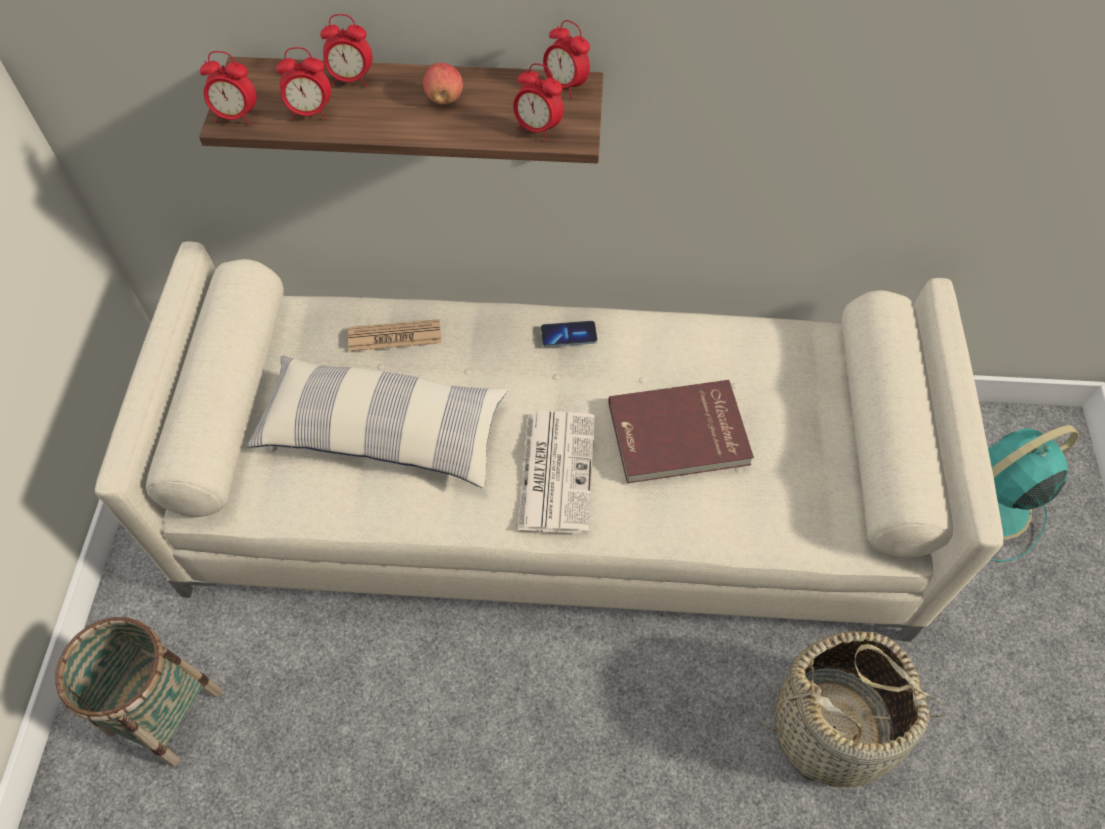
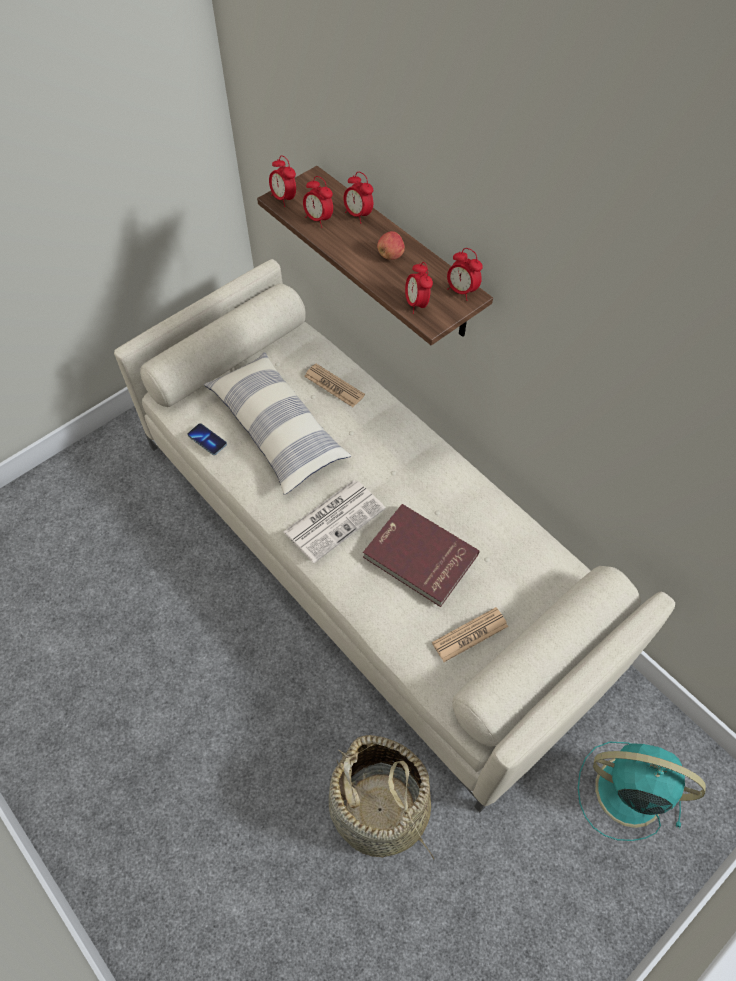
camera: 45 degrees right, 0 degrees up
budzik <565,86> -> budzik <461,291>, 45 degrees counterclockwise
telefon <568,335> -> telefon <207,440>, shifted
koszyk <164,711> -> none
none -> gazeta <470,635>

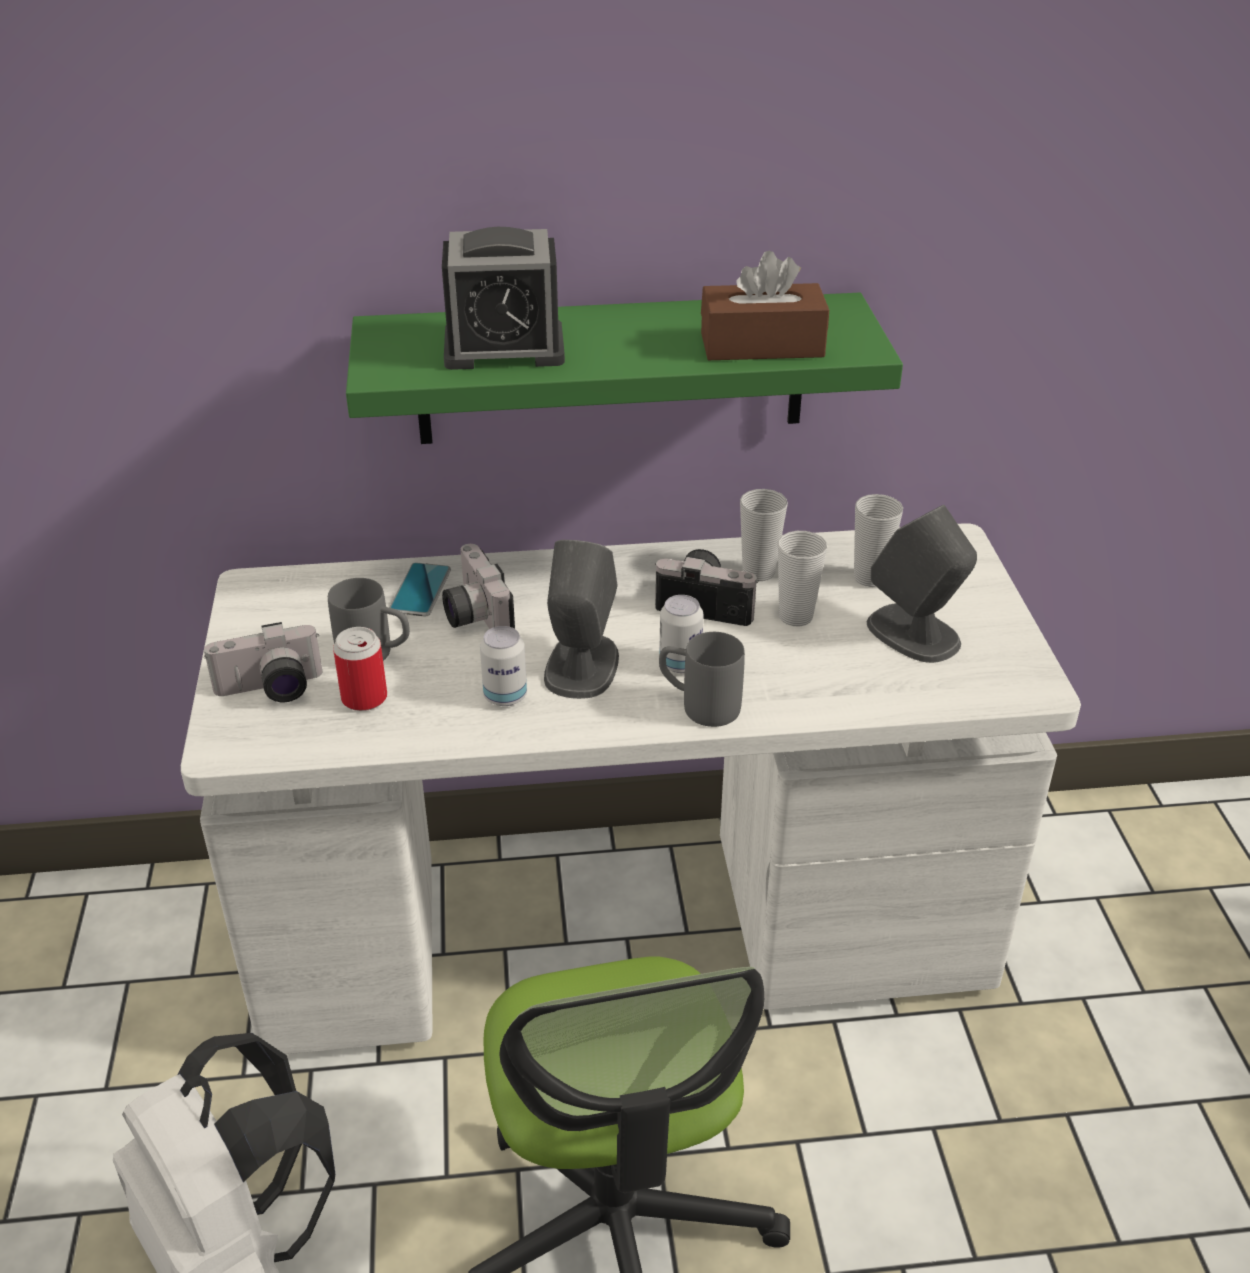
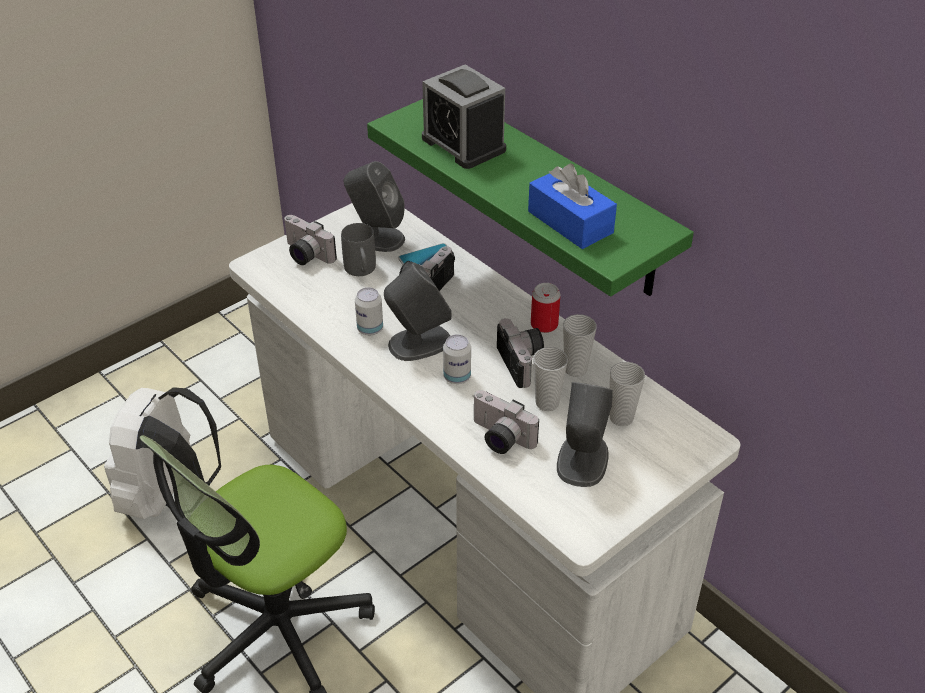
camera: 55 degrees right, 5 degrees up
pudełko chusteczek/brązowy <762,345> -> pudełko chusteczek/niebieski <570,222>
puszka <364,698> -> puszka <544,325>, shifted
kubek/szary <698,705> -> none
none -> głośnik/szary <375,237>
none -> aparat fotograficzny <499,438>

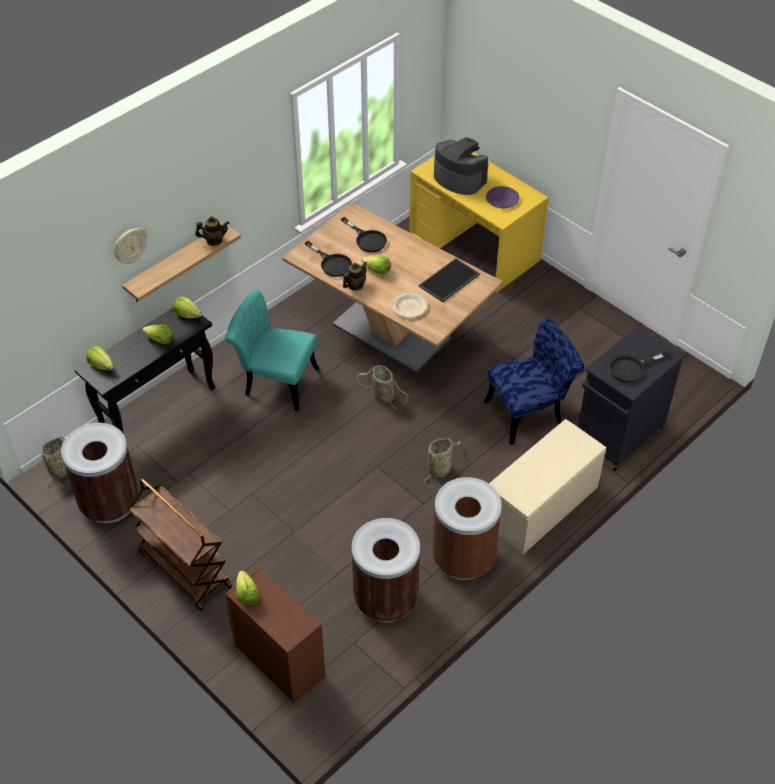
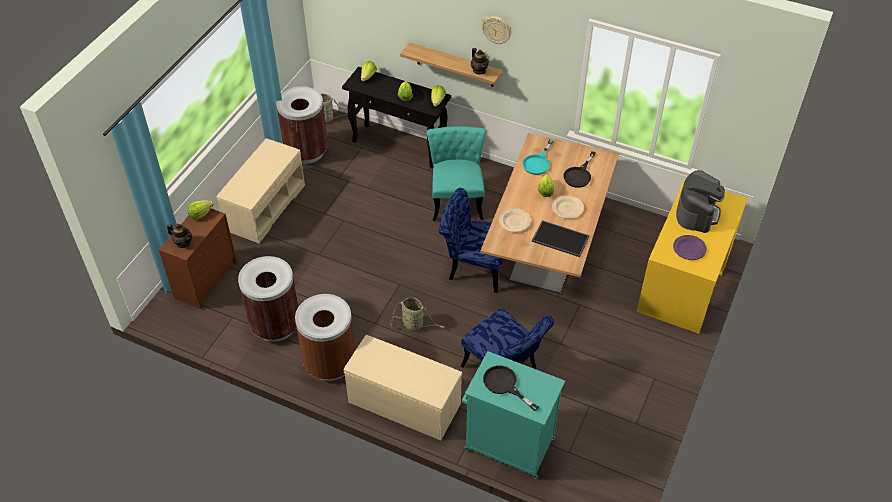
camera: 70 degrees right, 0 degrees up
zegar ścienny <130,245> -> zegar ścienny <497,29>, shifted
patelnia/czarny <332,263> -> patelnia/turkusowy <538,162>
imbryk <355,285> -> imbryk <183,243>, shifted
szafka/czarny <618,436> -> szafka/turkusowy <508,444>
koszyk <382,396> -> krzesło/niebieski <473,266>
wózek/brązowy <184,569> -> ławka/beżowy <265,206>
none -> talerz/beżowy <567,208>

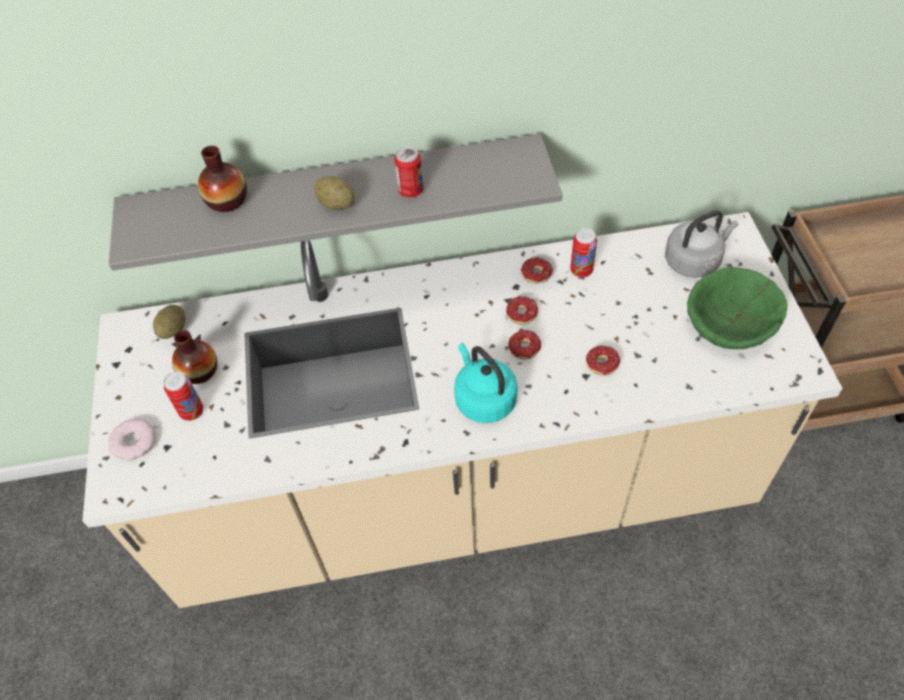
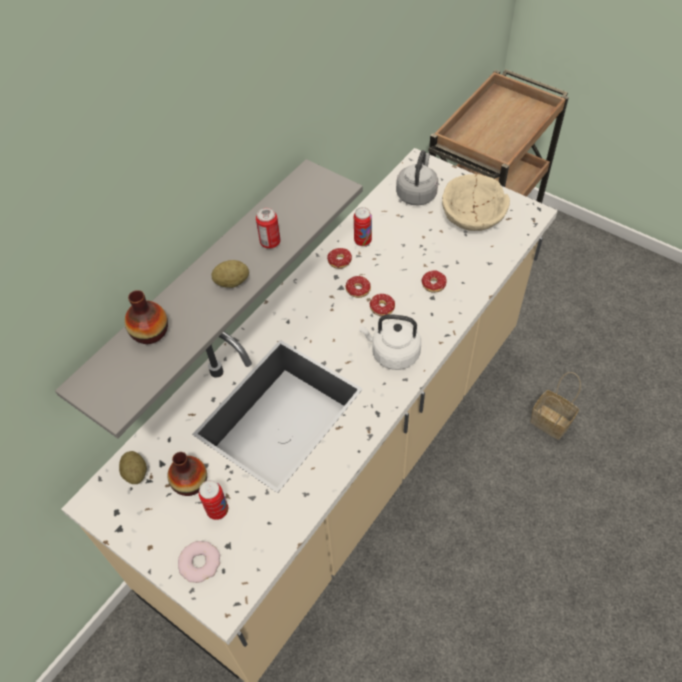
camera: 45 degrees left, 0 degrees up
miska/zielony <729,324> -> miska/beżowy <472,215>
czajnik/turkusowy <483,399> -> czajnik/biały <392,353>
none -> koszyk <552,422>

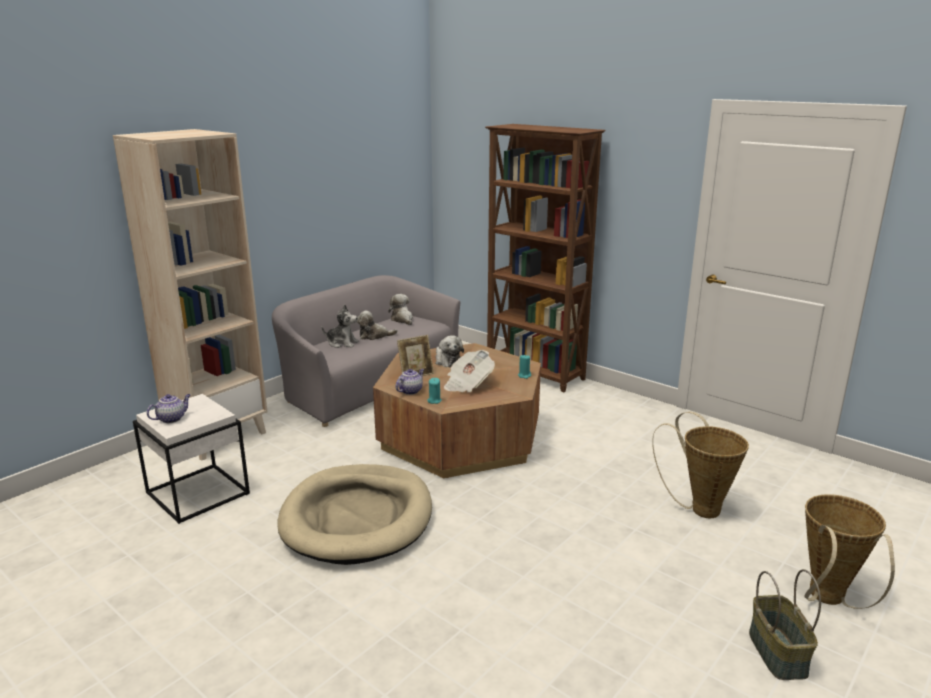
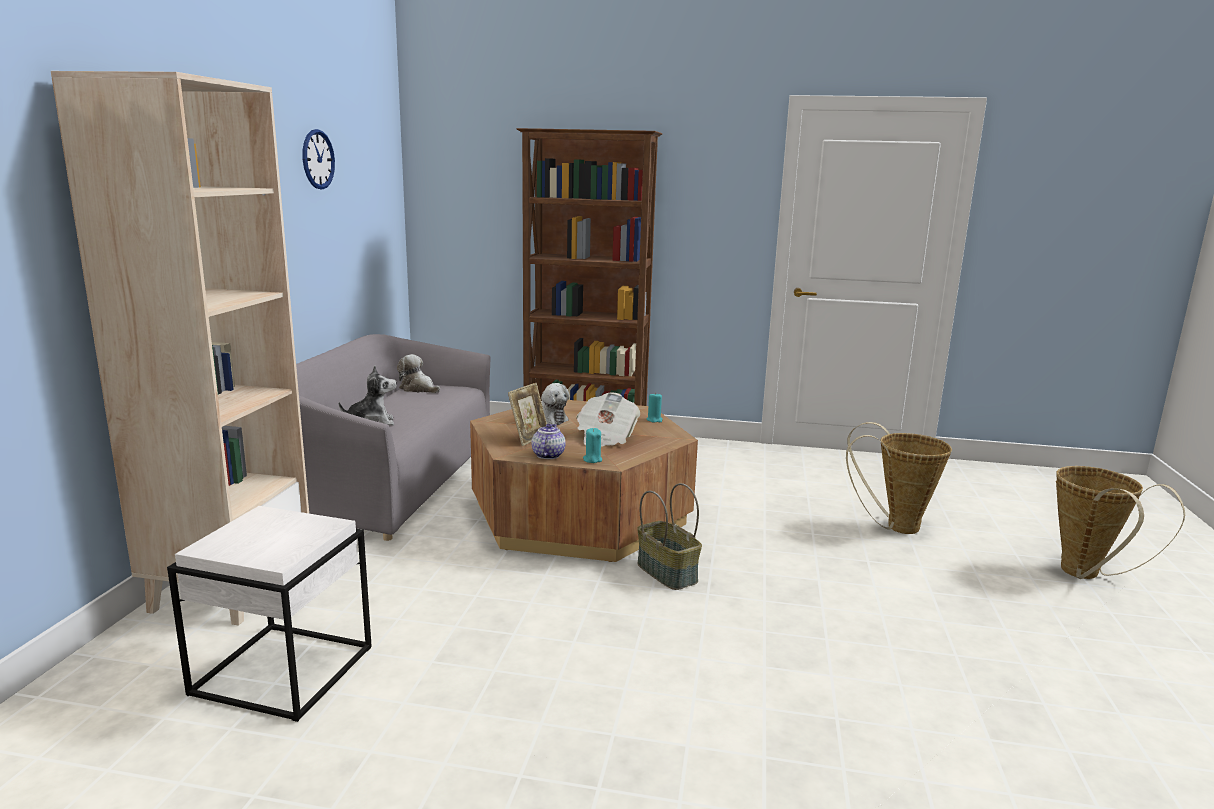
camera: 30 degrees left, 5 degrees down
pluszak <374,336> -> none
imbryk <172,418> -> none
legowisko/beżowy <357,518> -> none
koszyk <778,653> -> koszyk <668,572>, shifted
none -> zegar ścienny <318,159>

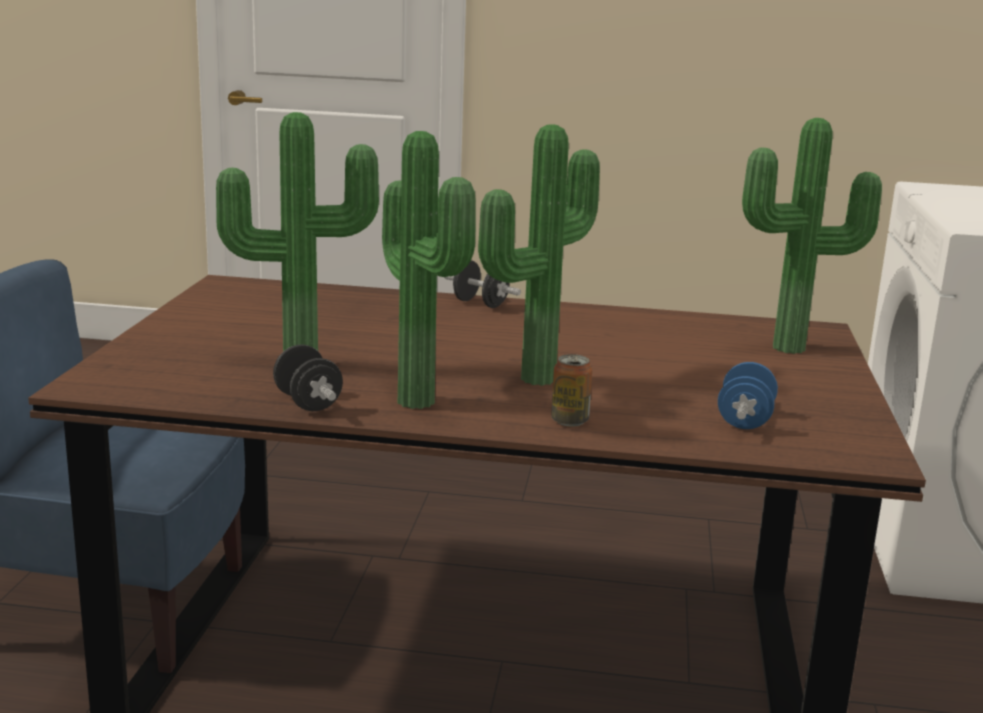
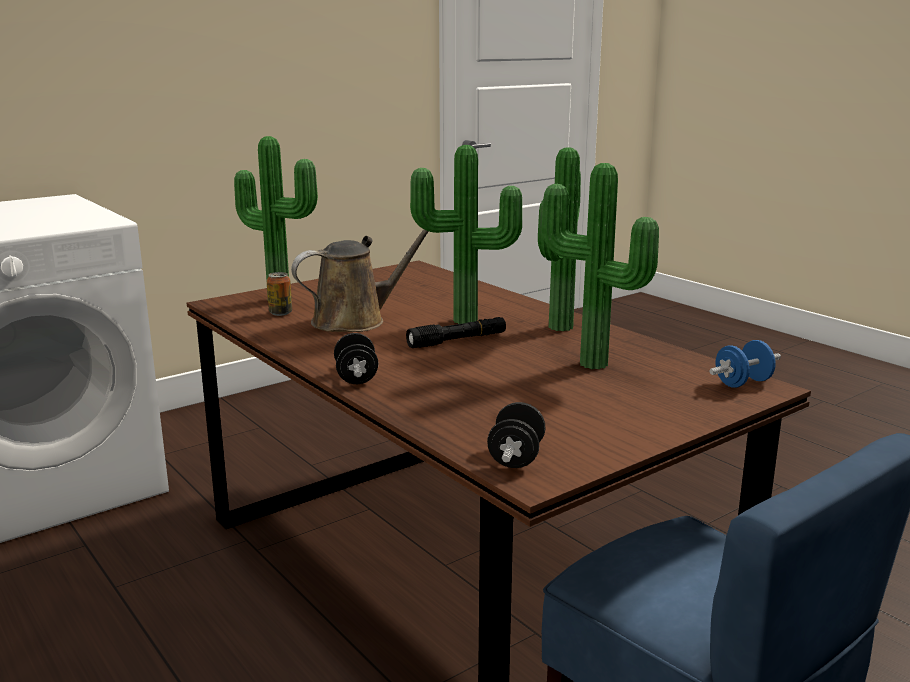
camera: 135 degrees left, 0 degrees up
hantel/czarny <308,403> -> hantel/czarny <516,457>, shifted
puszka <569,421> -> puszka <280,313>, shifted
hantel/niebieski <744,420> -> hantel/niebieski <742,383>, shifted
none -> konewka/brązowy <355,320>
none -> latarka/czarny <457,341>

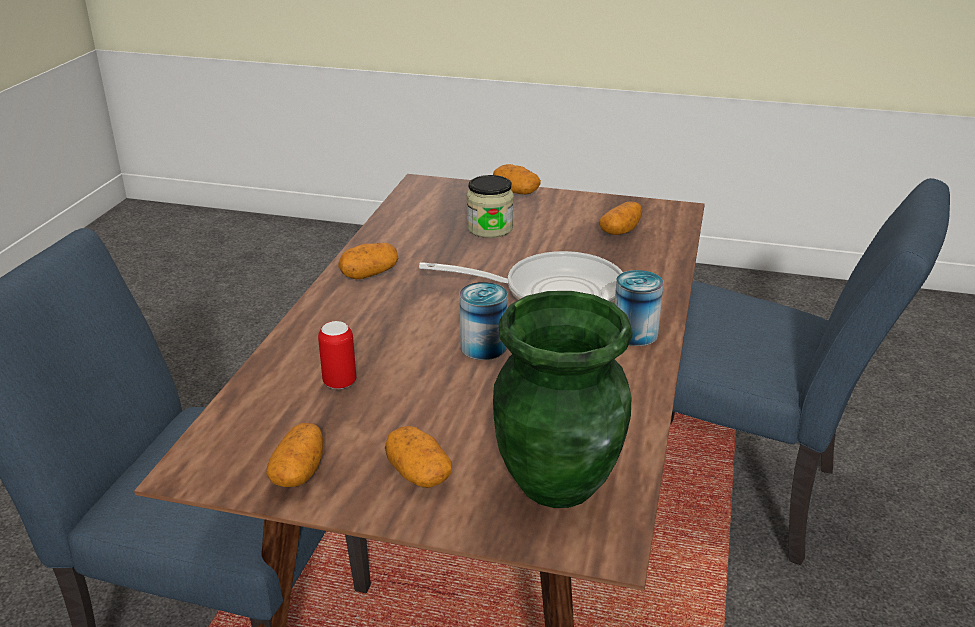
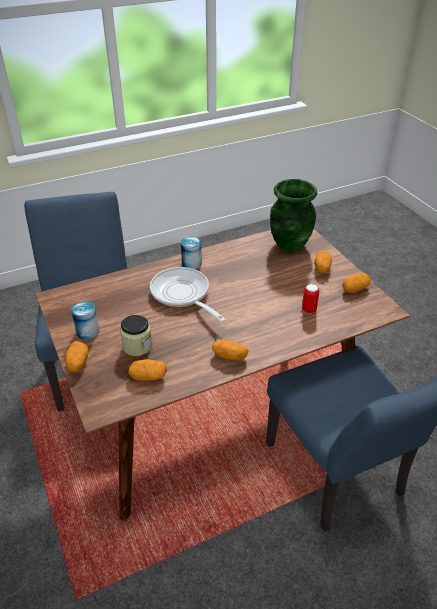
camera: 130 degrees left, 10 degrees up
ziemniak <620,231> -> ziemniak <148,376>, shifted
puszka <483,347> -> puszka <87,331>, shifted

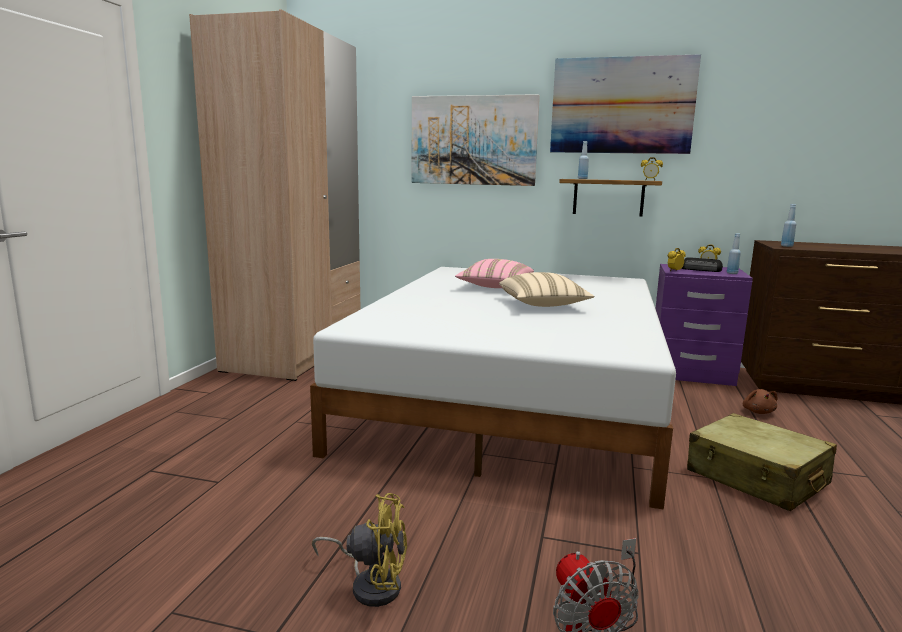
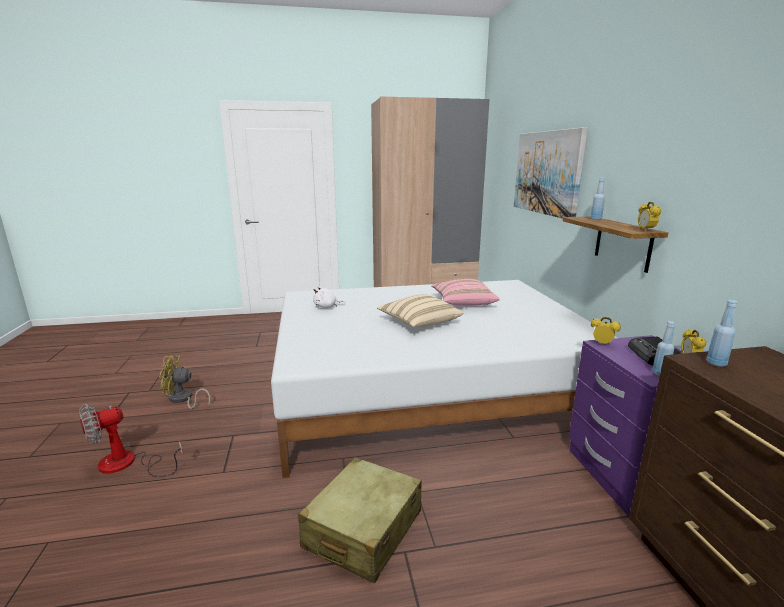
camera: 65 degrees right, 5 degrees up
obraz <622,106> -> none
pluszak/brązowy <758,411> -> none
wentylator/żółty <371,584> -> wentylator/żółty <183,399>, 105 degrees clockwise
none -> pluszak/biały <327,307>

